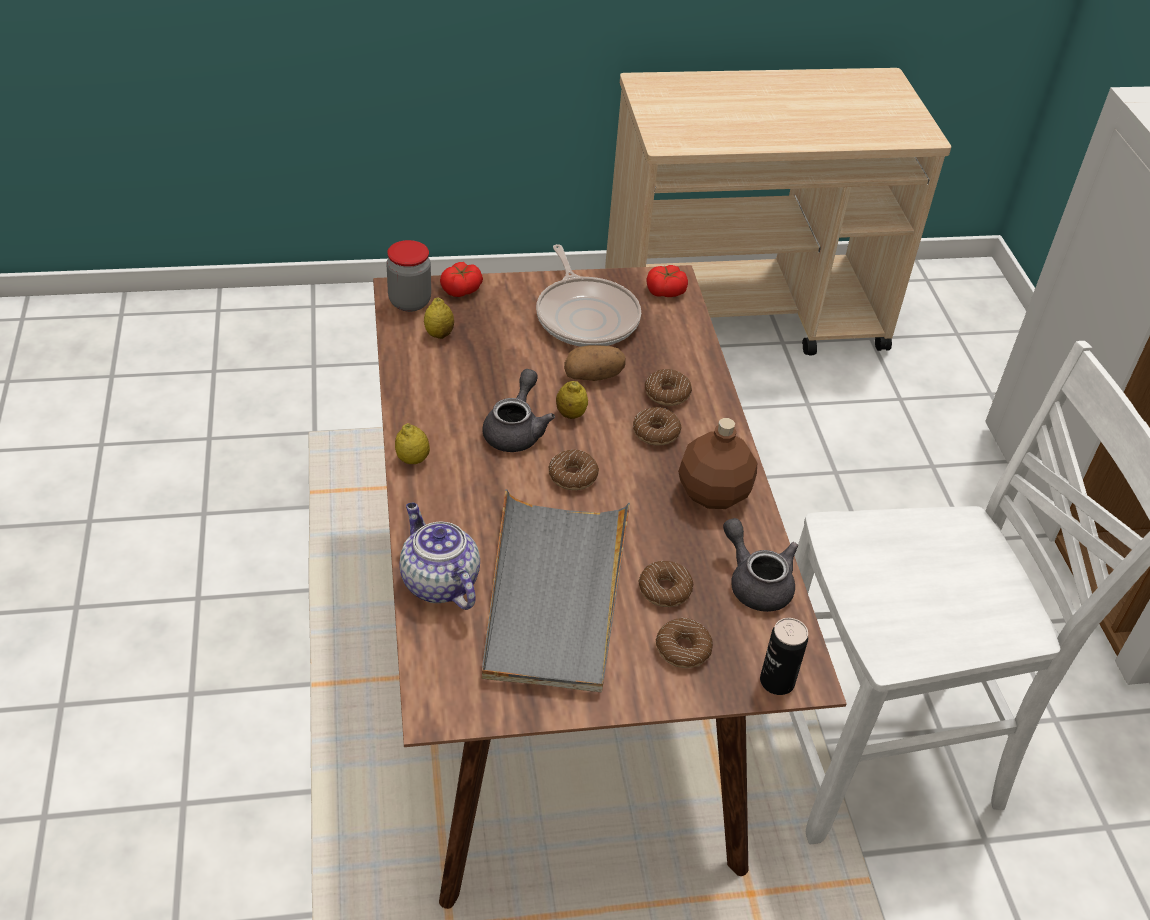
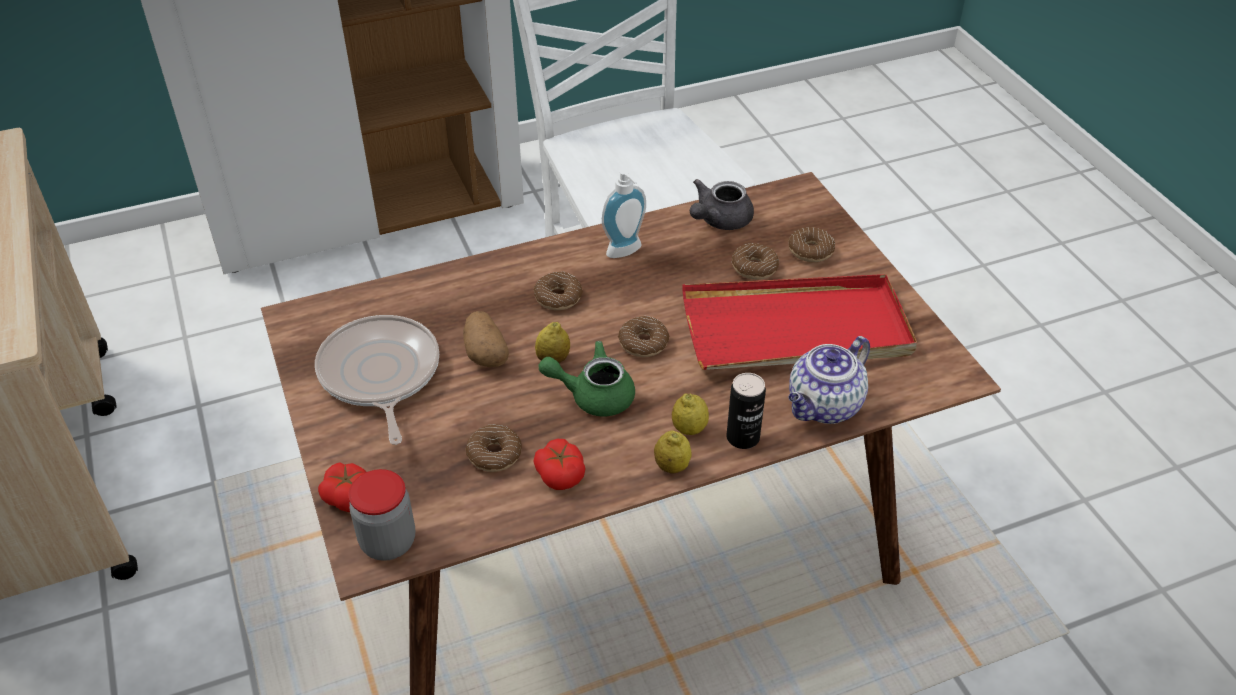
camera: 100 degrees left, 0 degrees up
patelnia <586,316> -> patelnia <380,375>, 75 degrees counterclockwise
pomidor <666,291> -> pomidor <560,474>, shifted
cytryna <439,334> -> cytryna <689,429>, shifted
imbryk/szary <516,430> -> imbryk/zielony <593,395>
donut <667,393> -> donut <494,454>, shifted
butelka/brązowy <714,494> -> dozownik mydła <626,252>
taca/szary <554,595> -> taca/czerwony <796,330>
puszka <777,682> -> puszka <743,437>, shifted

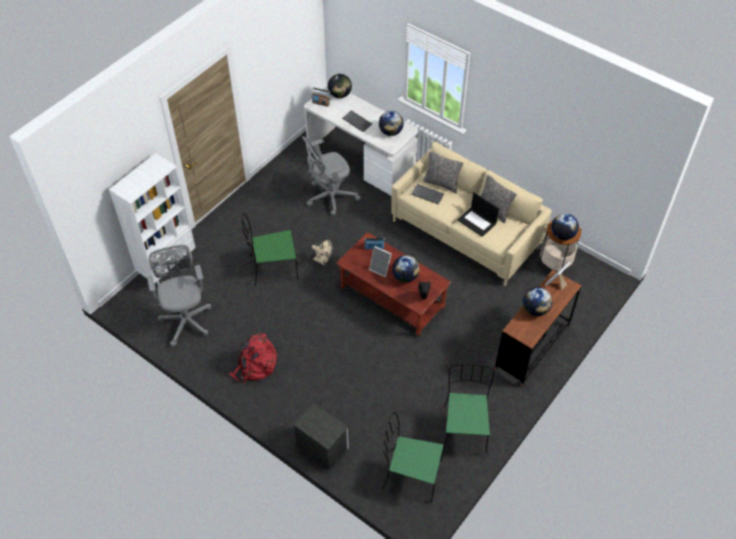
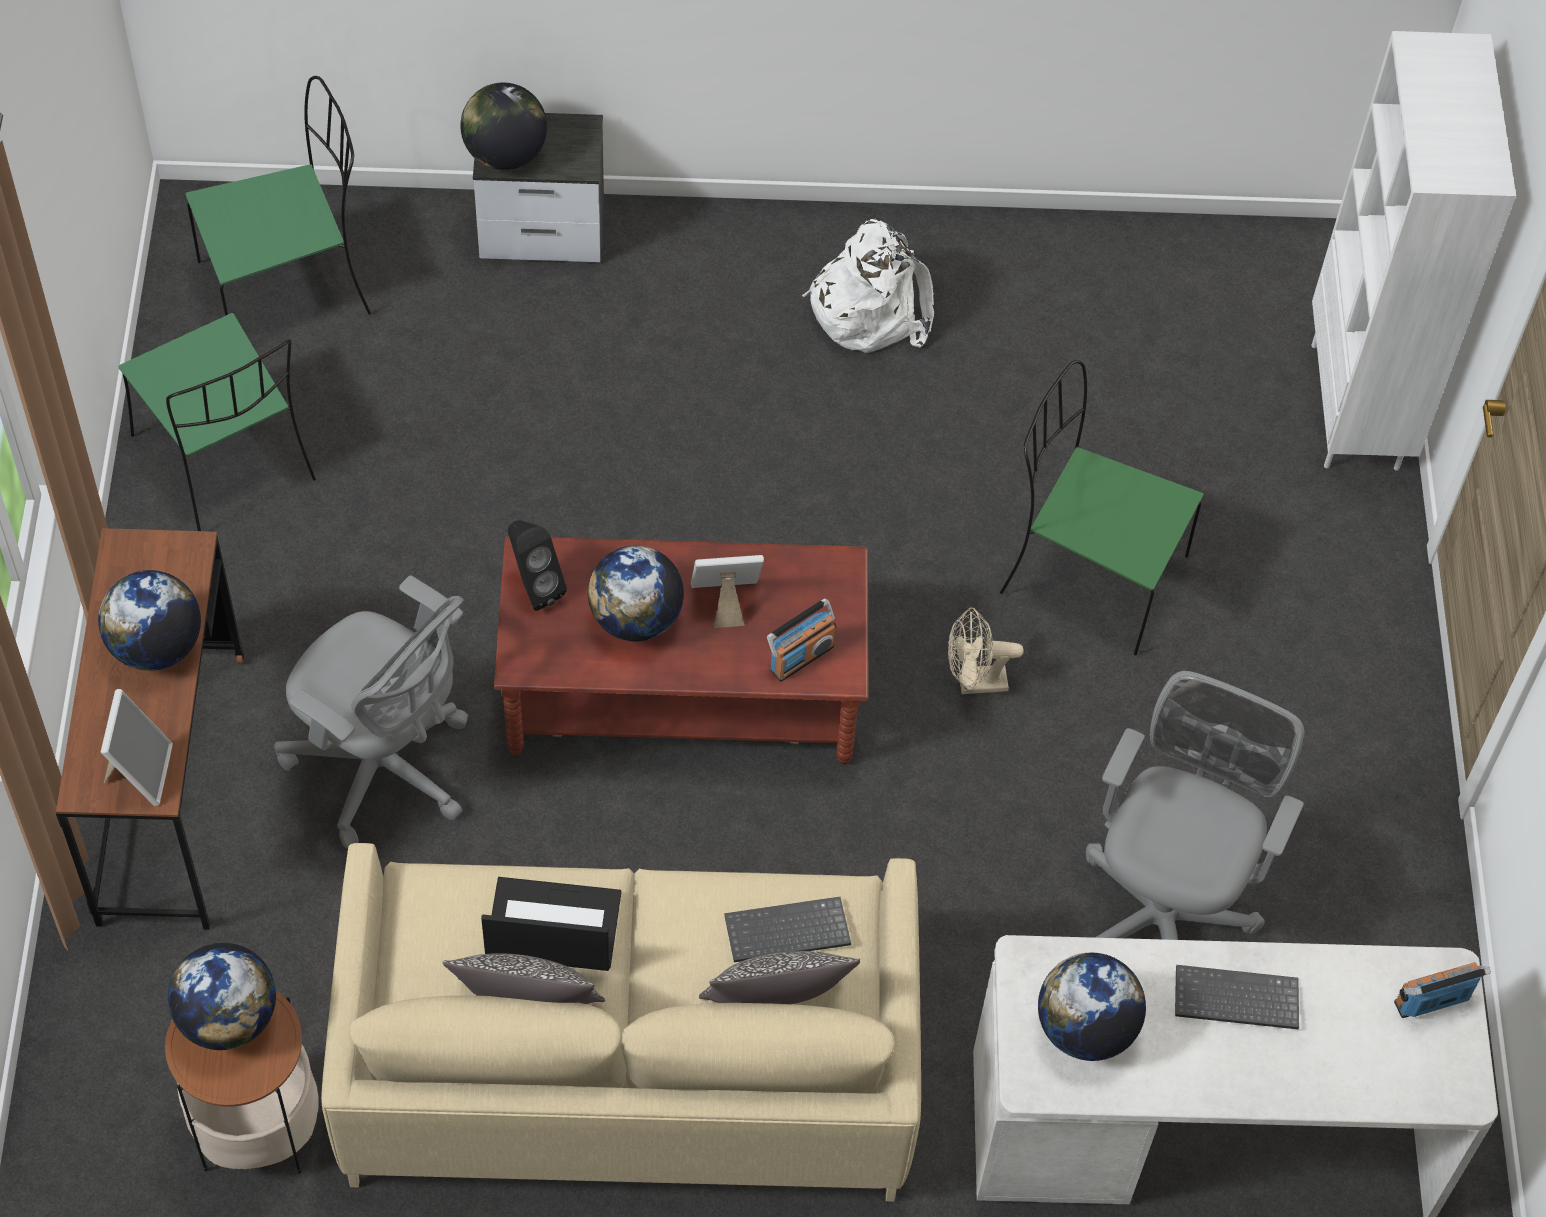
camera: 140 degrees right, 5 degrees up
globus <340,95> -> globus <505,155>, shifted
krzesło/zielony <272,268> -> krzesło/zielony <1088,573>, 105 degrees counterclockwise
krzesło biurowe/szary <186,319> -> krzesło biurowe/szary <385,768>, shifted
plecak/czerwony <255,366> -> plecak/biały <870,306>

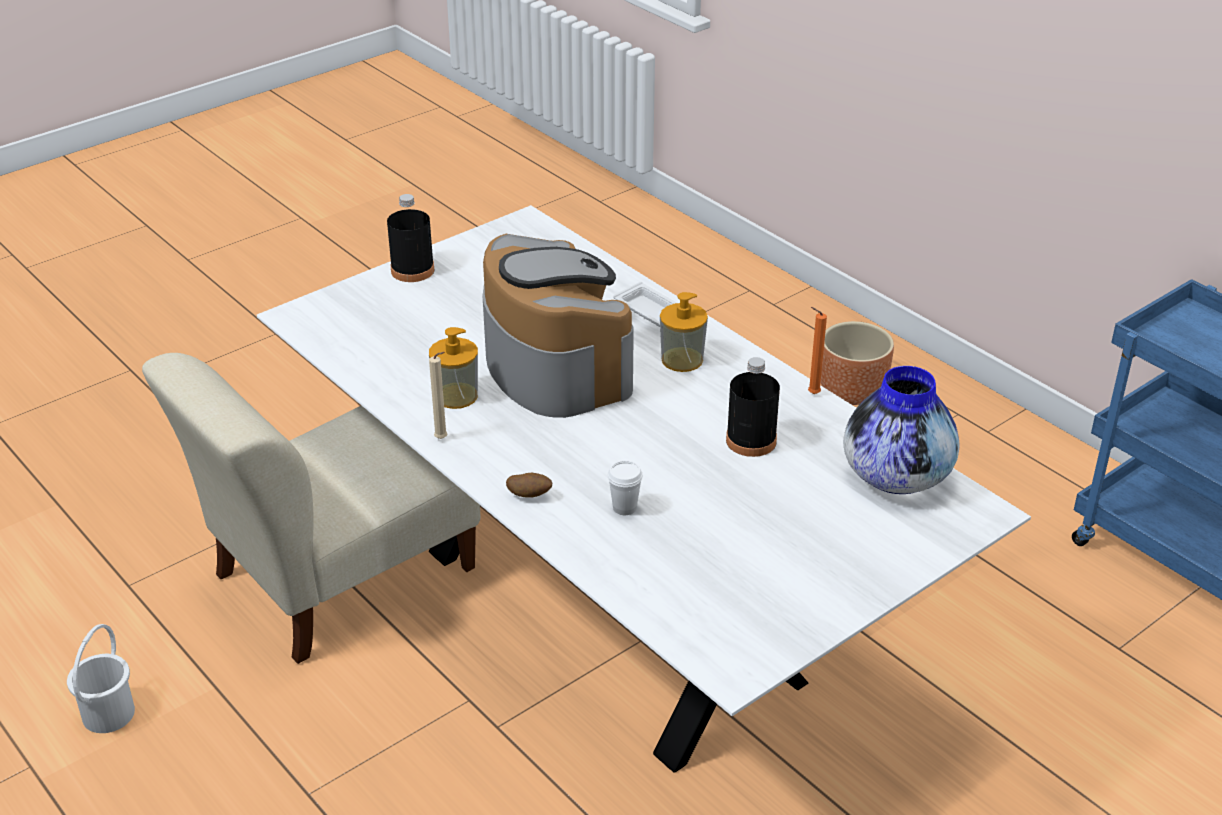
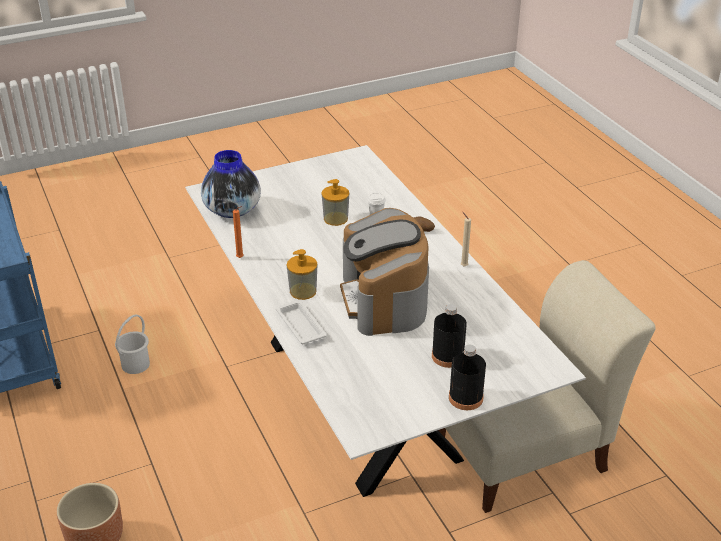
camera: 165 degrees left, 0 degrees up
dozownik mydła <456,396> -> dozownik mydła <335,218>, shifted
butelka/czarny <751,441> -> butelka/czarny <448,356>, shifted
wiadro/biały <109,713> -> wiadro/biały <135,364>, shifted

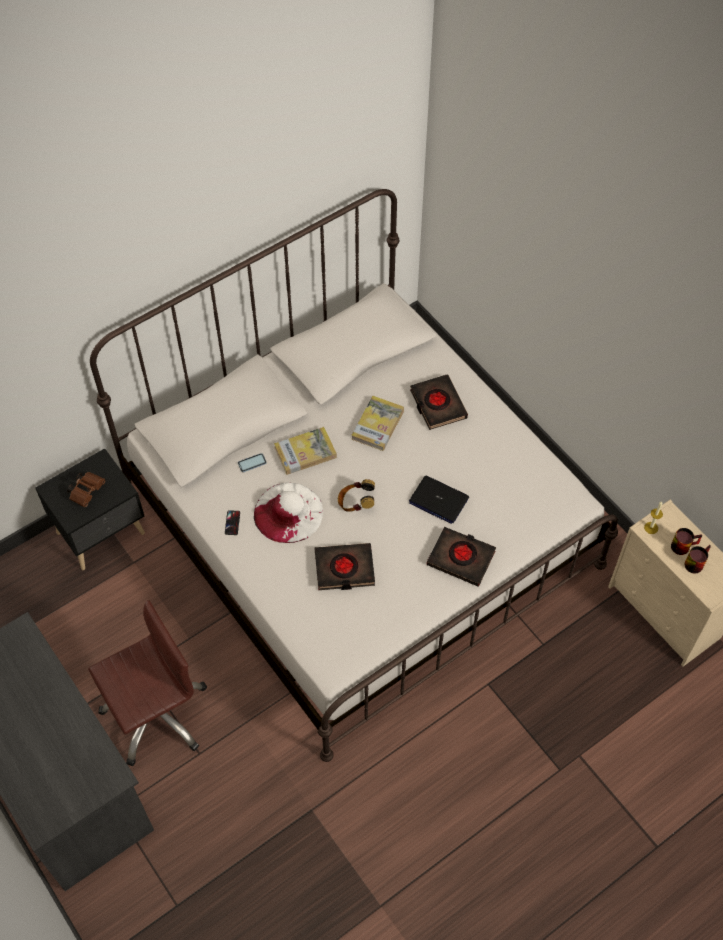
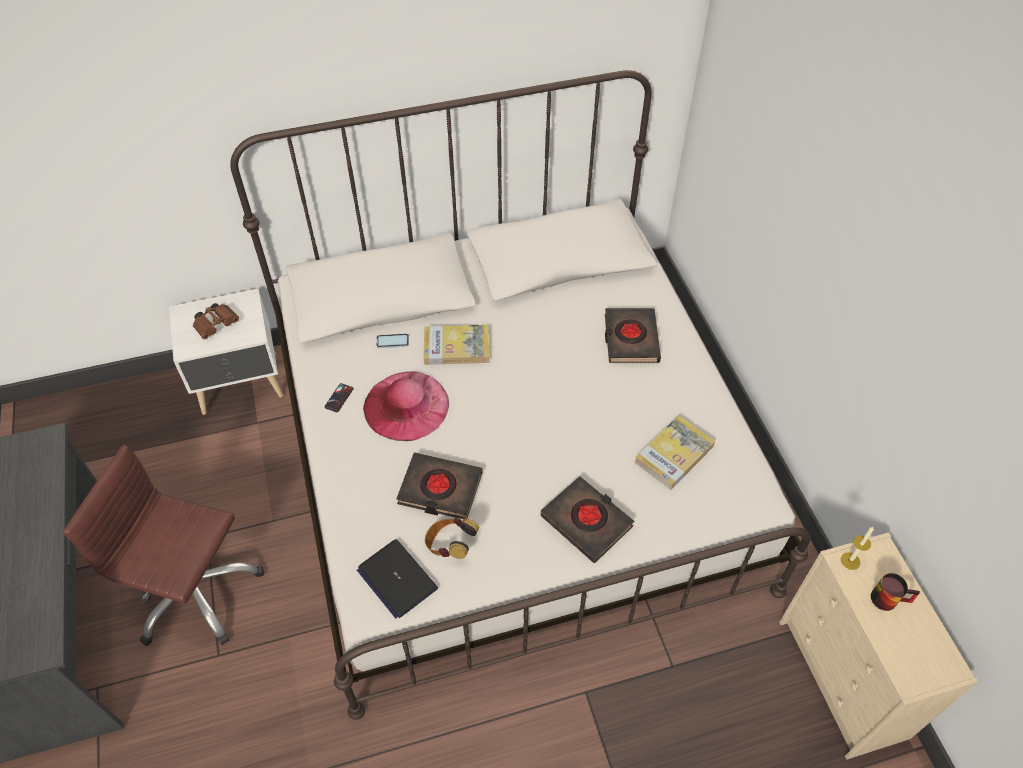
camera: 20 degrees right, 5 degrees down
książka <377,425> -> książka <674,454>, shifted
szafka nocna/czarny <103,534> -> szafka nocna/biały <242,384>
laptop <438,500> -> laptop <397,579>, shifted
słuchawki <356,503> -> słuchawki <450,545>, shifted
kapelusz/biały <288,512> -> kapelusz/różowy <406,405>
kubek <694,562> -> none
krzesło biurowe/brązowy <156,713> -> krzesło biurowe/brązowy <195,592>, 150 degrees counterclockwise

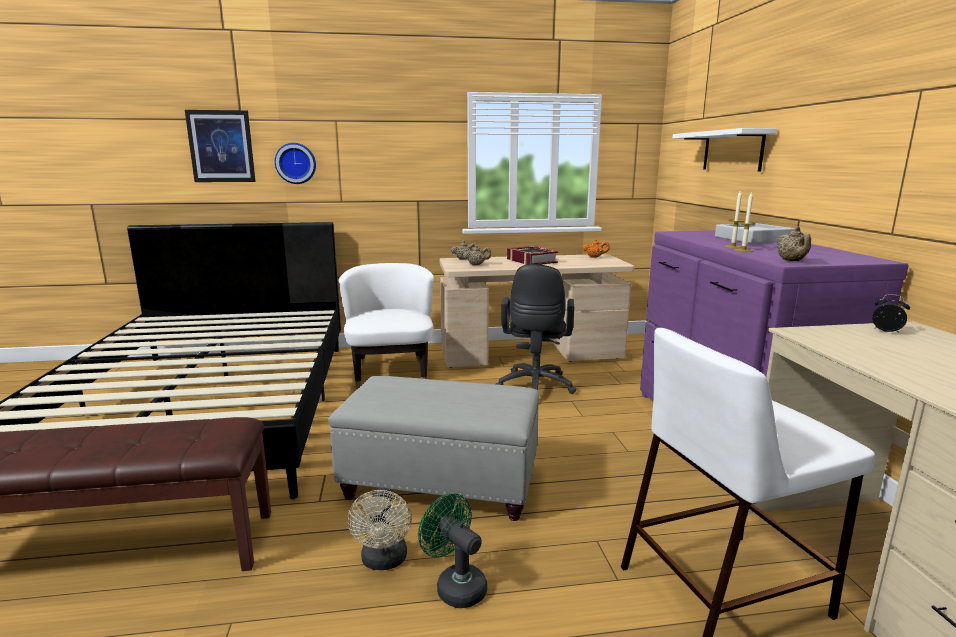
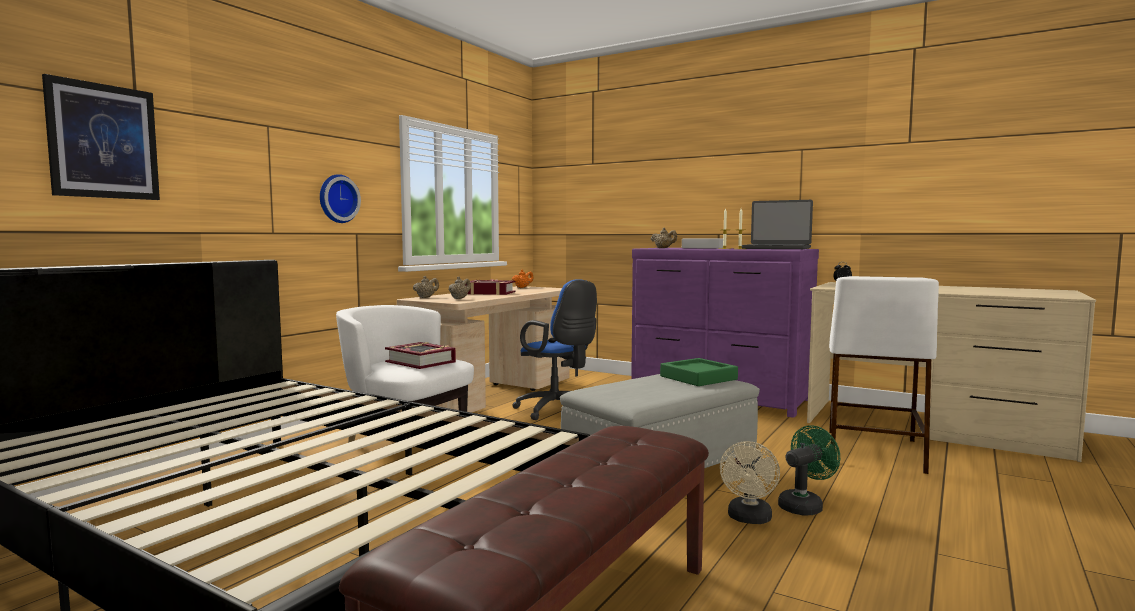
camera: 50 degrees left, 10 degrees down
półka/biały <732,151> -> none
zegar ścienny <296,163> -> zegar ścienny <337,199>, shifted
imbryk/beżowy <792,261> -> imbryk/beżowy <663,248>, shifted
krzesło biurowe/czarny <535,388> -> krzesło biurowe/niebieski <558,411>
wentylator/beżowy <384,561> -> wentylator/beżowy <749,519>, 75 degrees clockwise
wentylator/zielony <455,585> -> wentylator/zielony <804,505>, 150 degrees clockwise
none -> laptop <776,248>
none -> książka <421,362>
none -> taca/zielony <698,378>

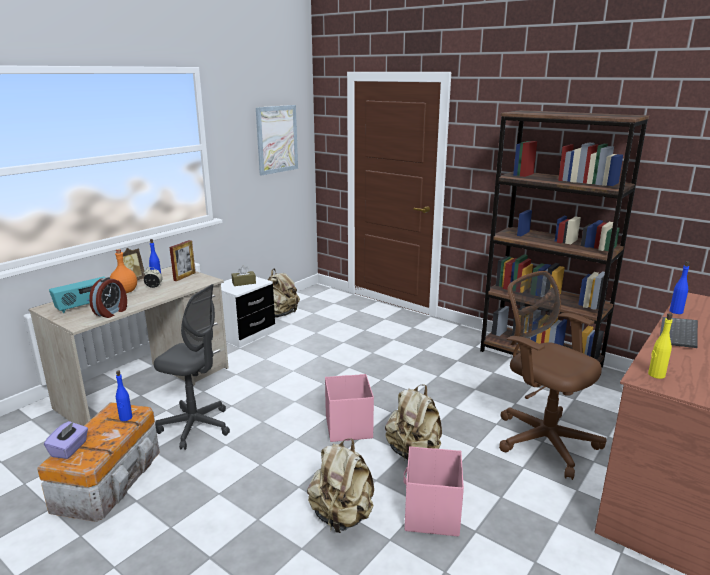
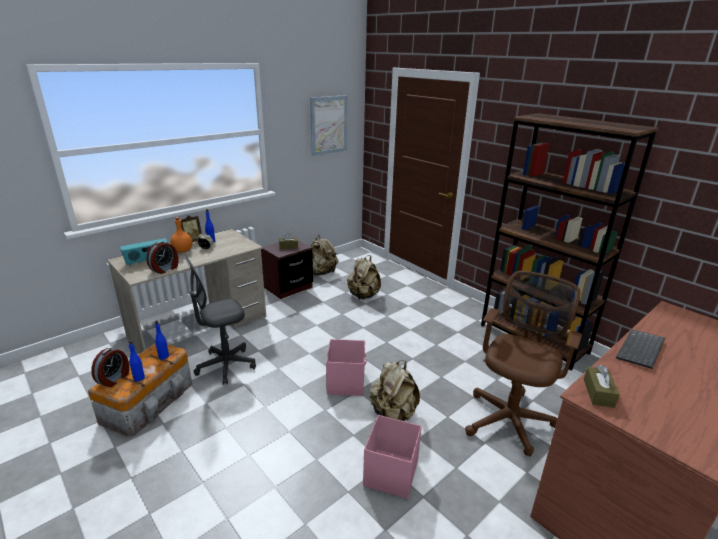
camera: 10 degrees right, 5 degrees up
ramka na zdjęcie <184,276> -> none
butelka/niebieski <676,311> -> butelka/niebieski <139,378>, shifted
krzesło biurowe/brązowy <542,439> -> krzesło biurowe/brązowy <510,417>, 60 degrees clockwise
szafka nocna/biały <245,334> -> szafka nocna/brązowy <288,287>
krzesło biurowe/szary <195,427> -> krzesło biurowe/szary <226,366>, 120 degrees clockwise
butelka/żółty <656,375> -> pudełko chusteczek/brązowy <598,393>
pudełko chusteczek/fioletowy <69,449> -> budzik <114,378>
plecak/beżowy <342,516> -> plecak/beżowy <363,296>, shifted

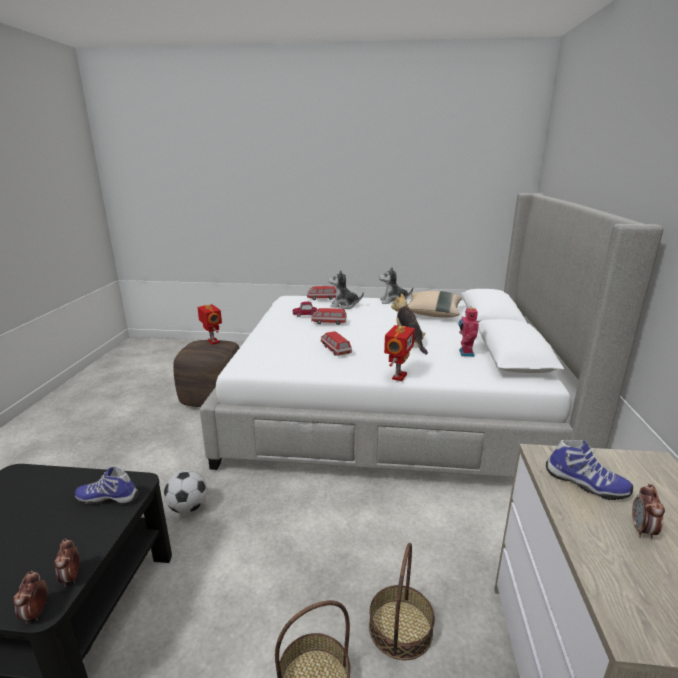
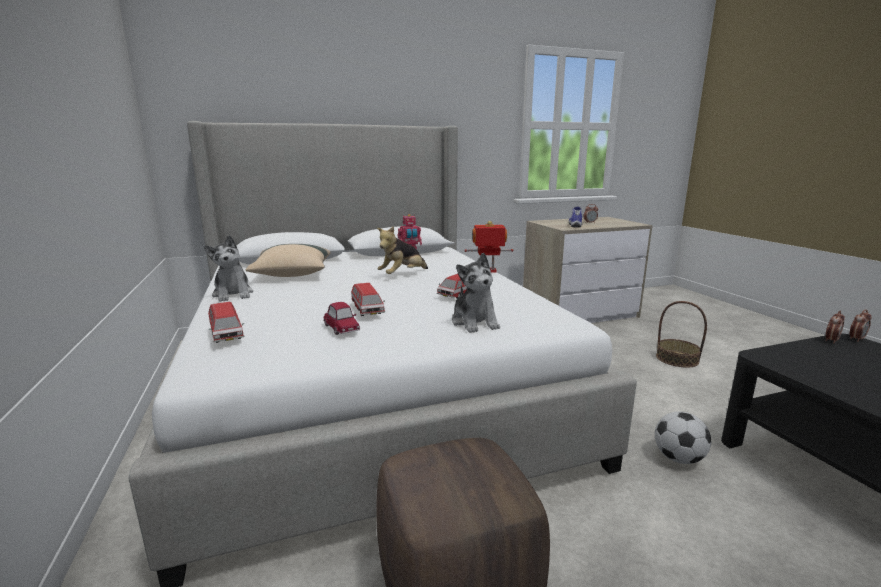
camera: 115 degrees left, 5 degrees down
pluszak <344,305> -> pluszak <474,322>, shifted
robot zabawkowy <212,342> -> none
but <109,498> -> none
koszyk <400,628> -> none

